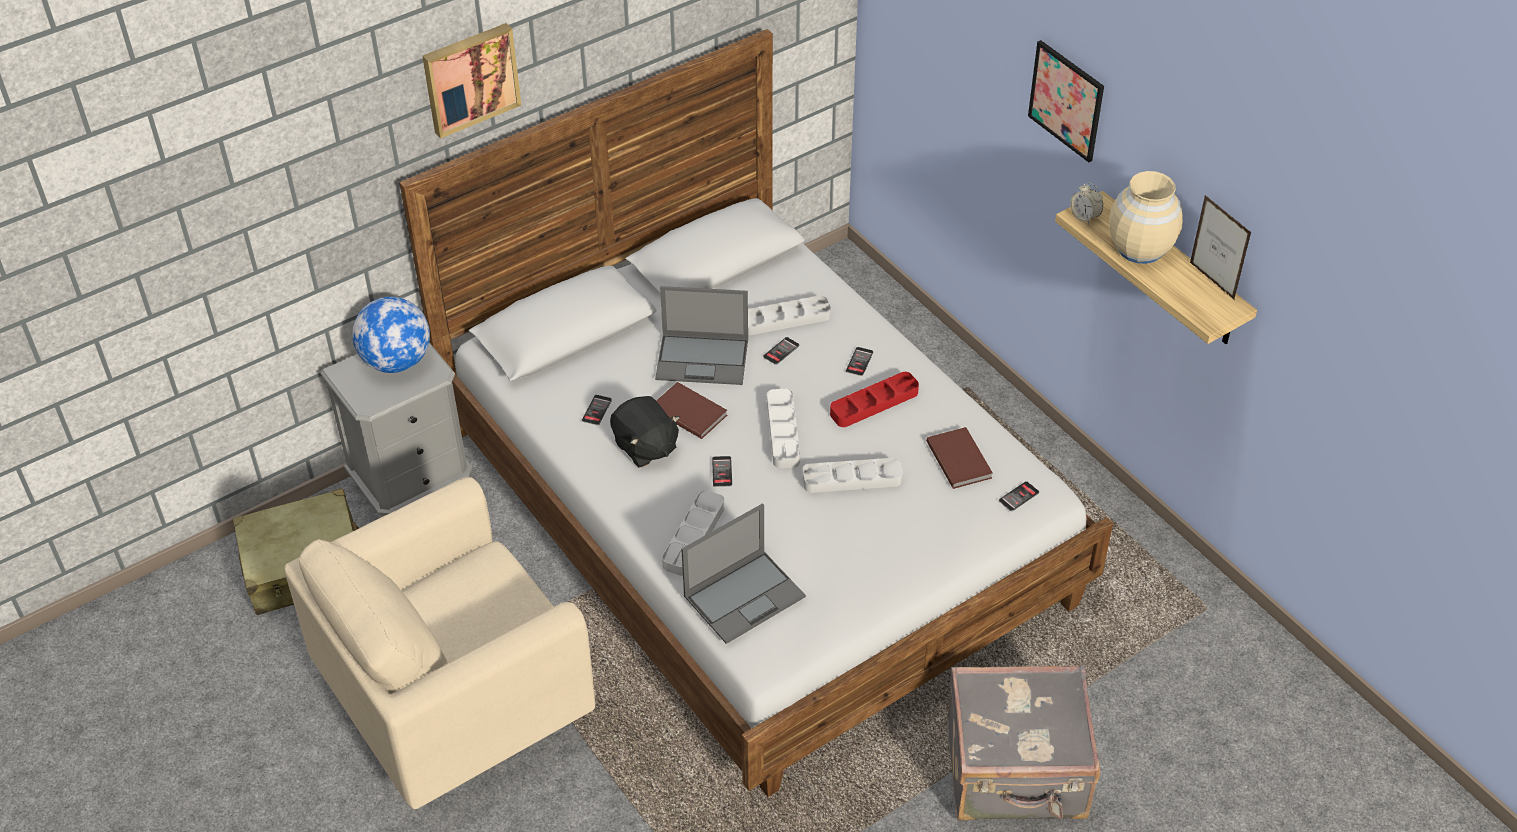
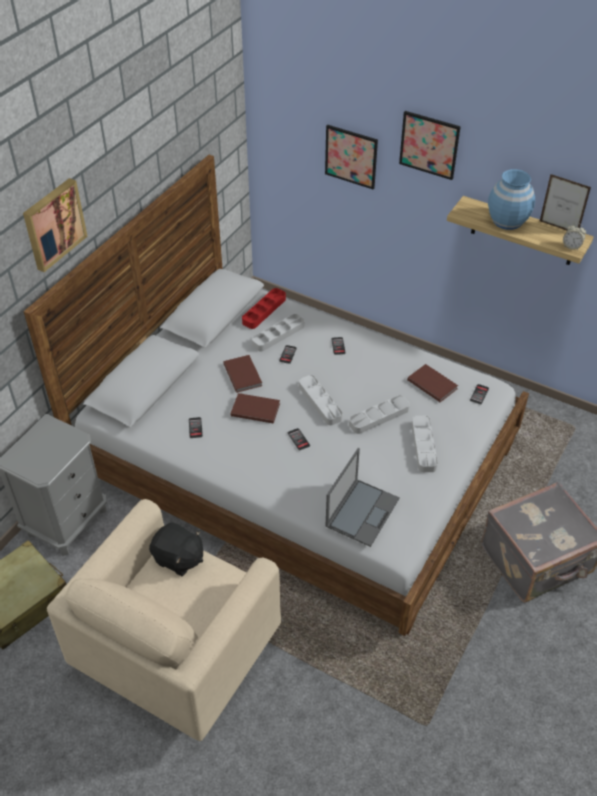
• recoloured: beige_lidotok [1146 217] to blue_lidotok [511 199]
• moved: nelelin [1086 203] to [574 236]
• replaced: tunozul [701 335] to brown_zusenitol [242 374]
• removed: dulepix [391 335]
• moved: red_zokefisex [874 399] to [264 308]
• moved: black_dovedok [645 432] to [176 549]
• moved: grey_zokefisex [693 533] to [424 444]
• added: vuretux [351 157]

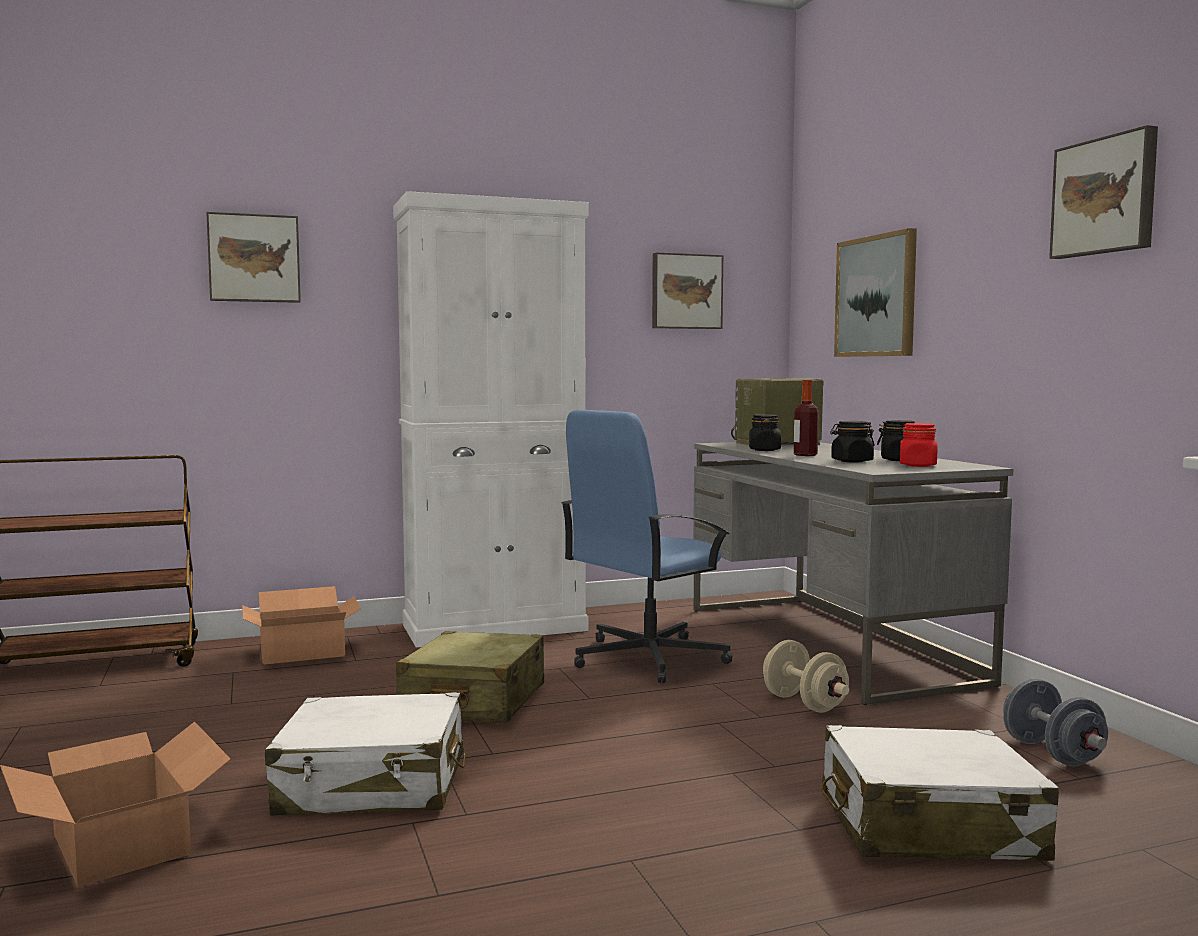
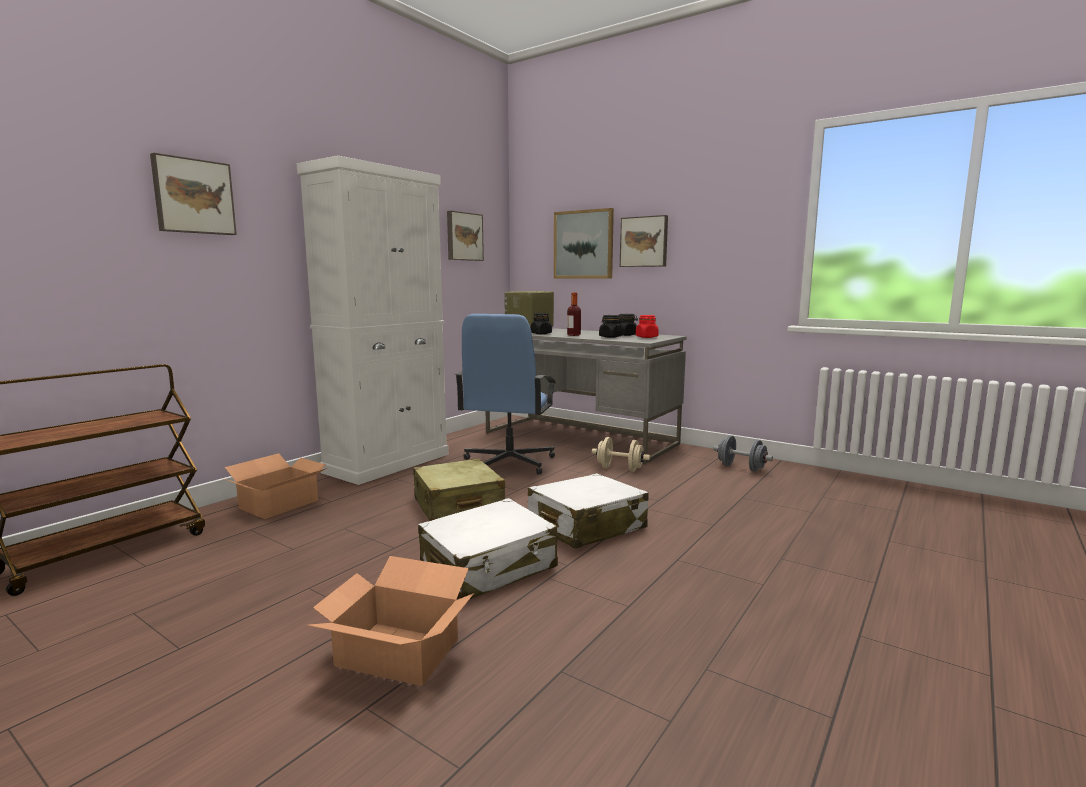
• moved: vuretux [1103 192] to [644 241]
• moved: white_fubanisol [940 793] to [588 511]

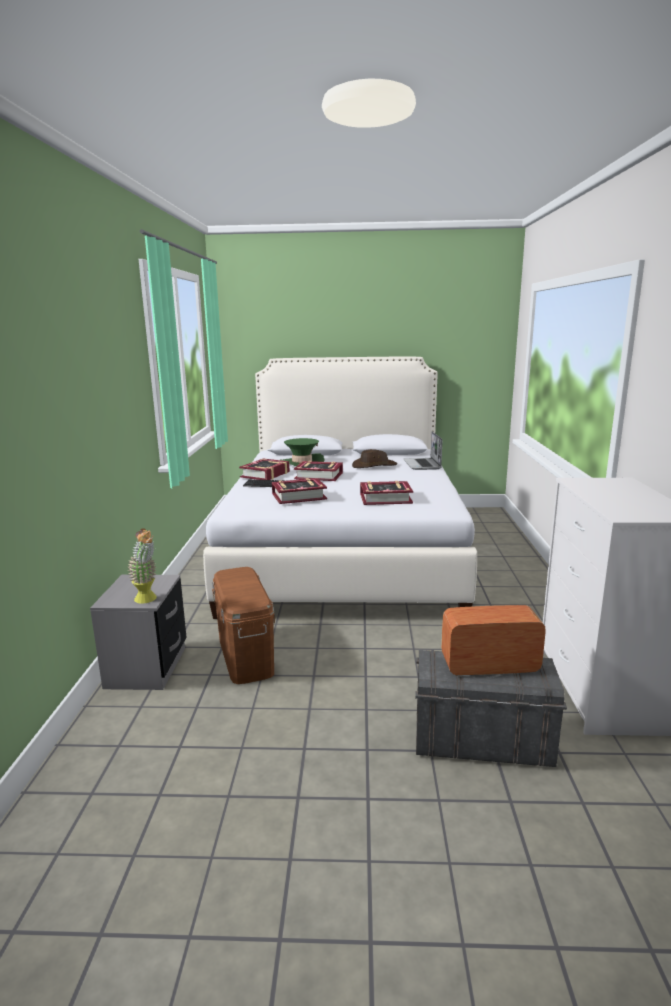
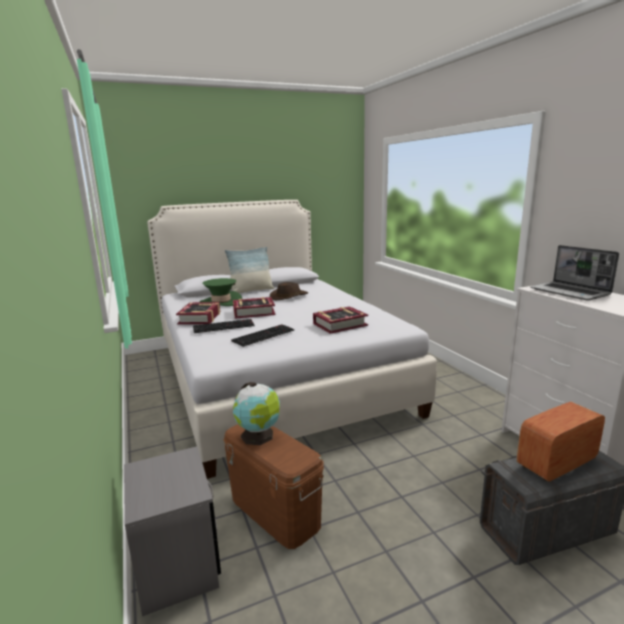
• moved: tunozul [422 451] to [574 273]
• replaced: zusenitol [299 491] to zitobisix [262 335]
• removed: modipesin [142 566]
• added: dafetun [249 270]
• added: dulepix [256 413]

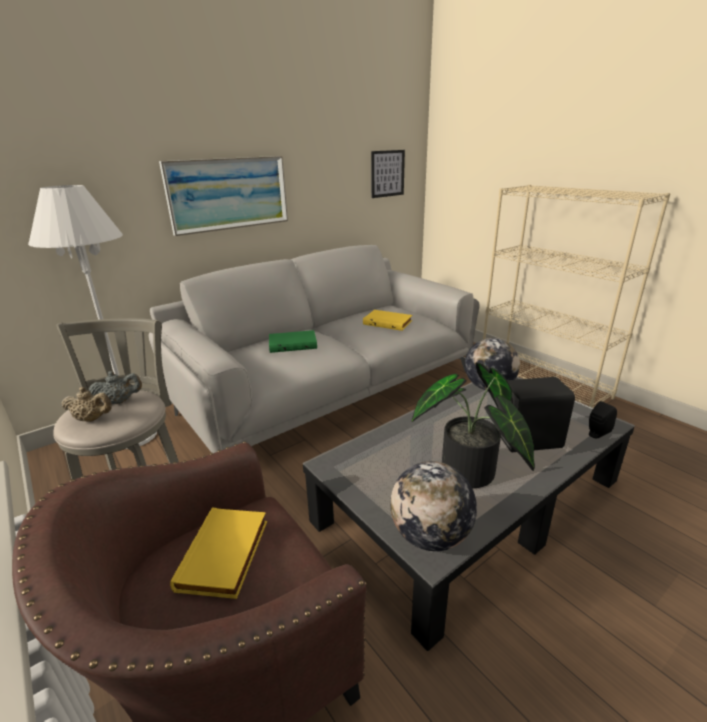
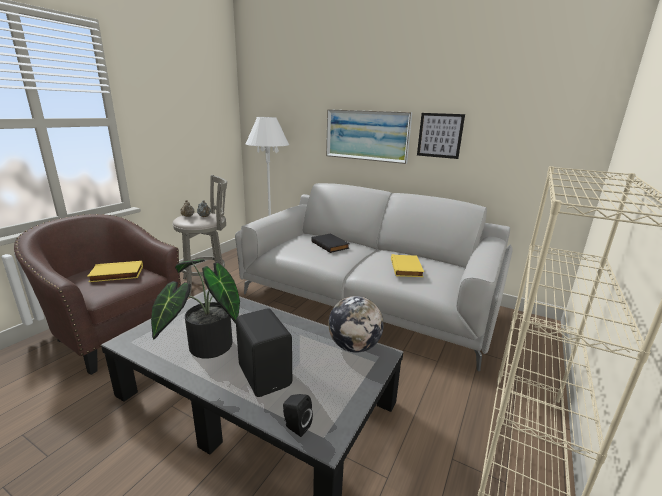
• moved: vuretux [388 174] to [441 136]
• recoloured: green_zusenitol [293 341] to black_zusenitol [330 243]
• removed: dulepix [433 506]

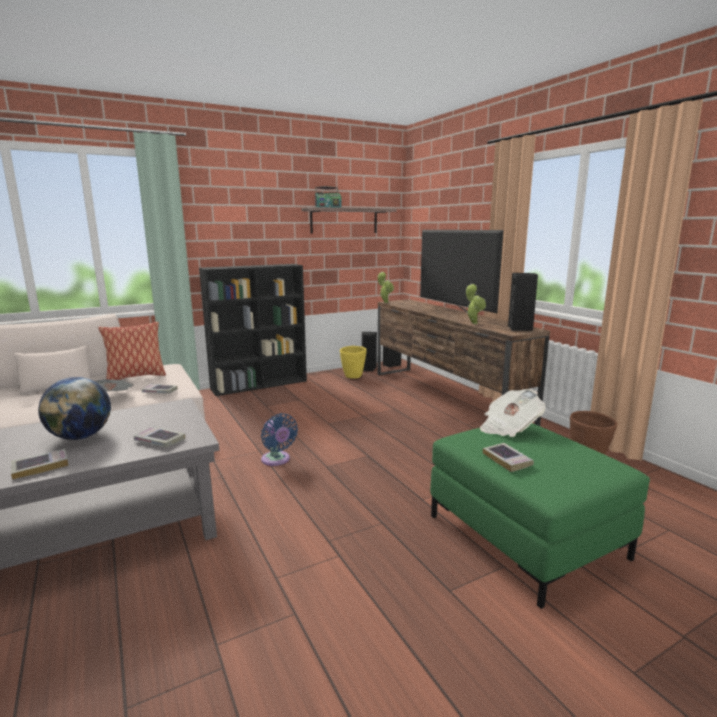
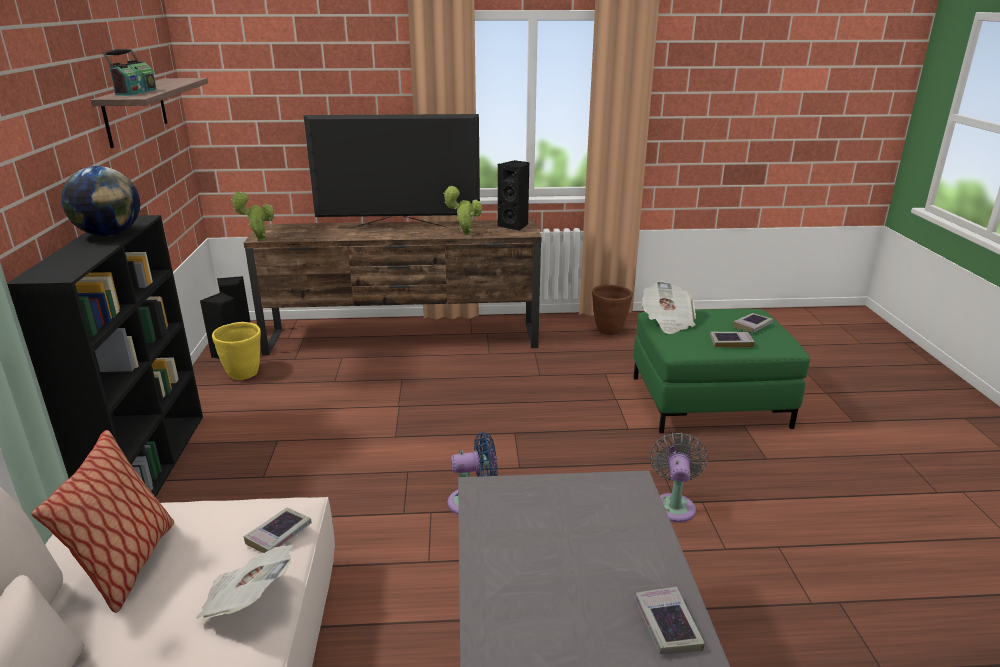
• moved: dulepix [74 408] to [100 201]
• moved: zusenitol [159 436] to [753 323]
• added: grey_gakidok [679 477]

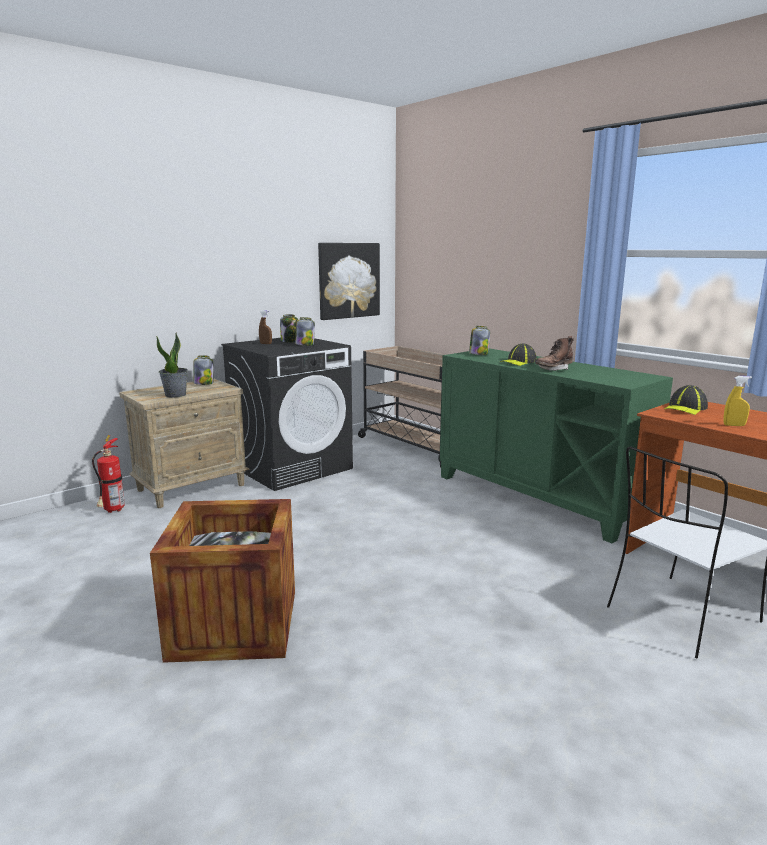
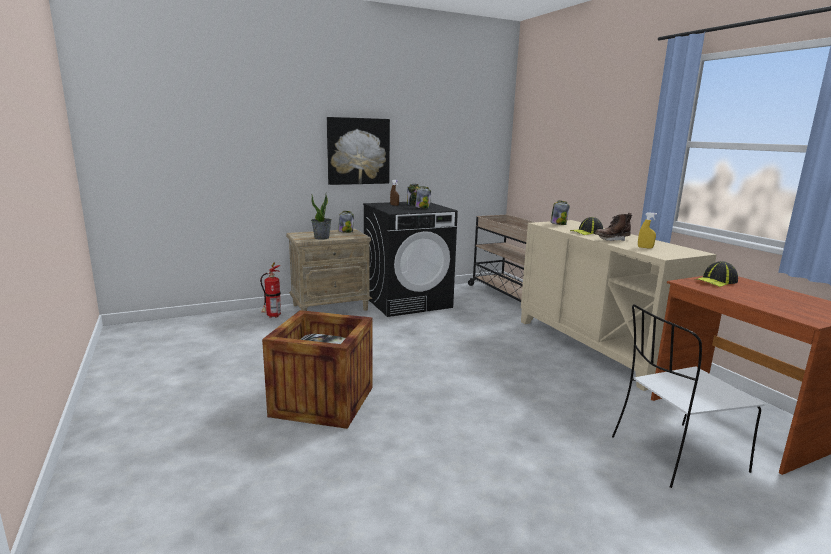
• moved: vuretux [349 281] to [358 151]
• recoloured: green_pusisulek [556 446] to beige_pusisulek [619 305]
• moved: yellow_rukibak [737 401] to [647 230]

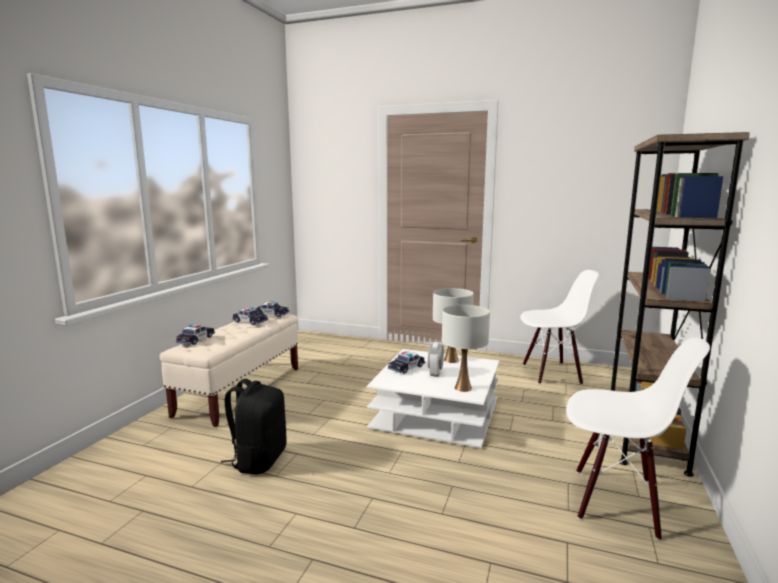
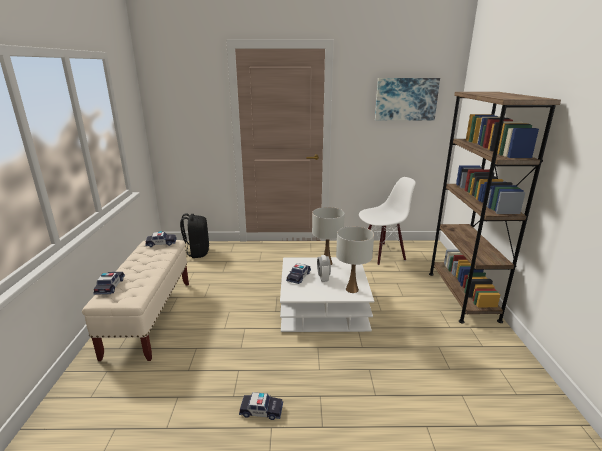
• moved: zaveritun [250 316] to [261 406]
• removed: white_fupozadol [638 438]
• moved: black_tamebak [254 426] to [194 235]
• added: vuretux [407 99]

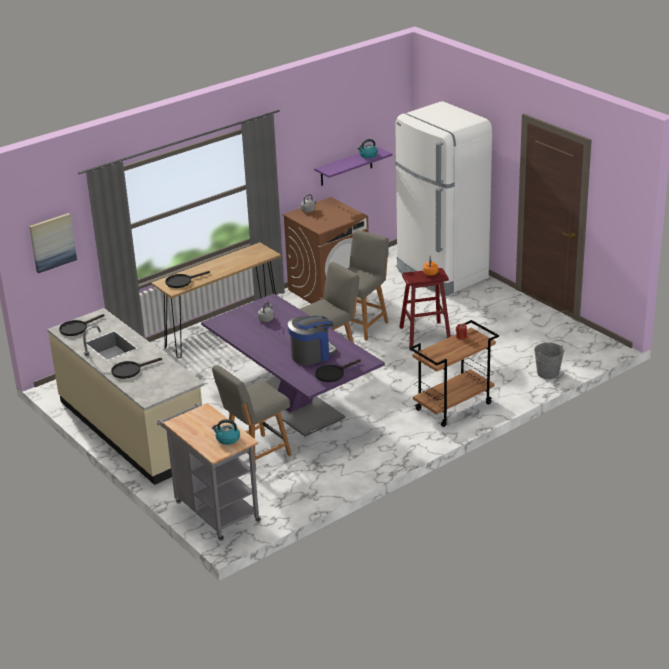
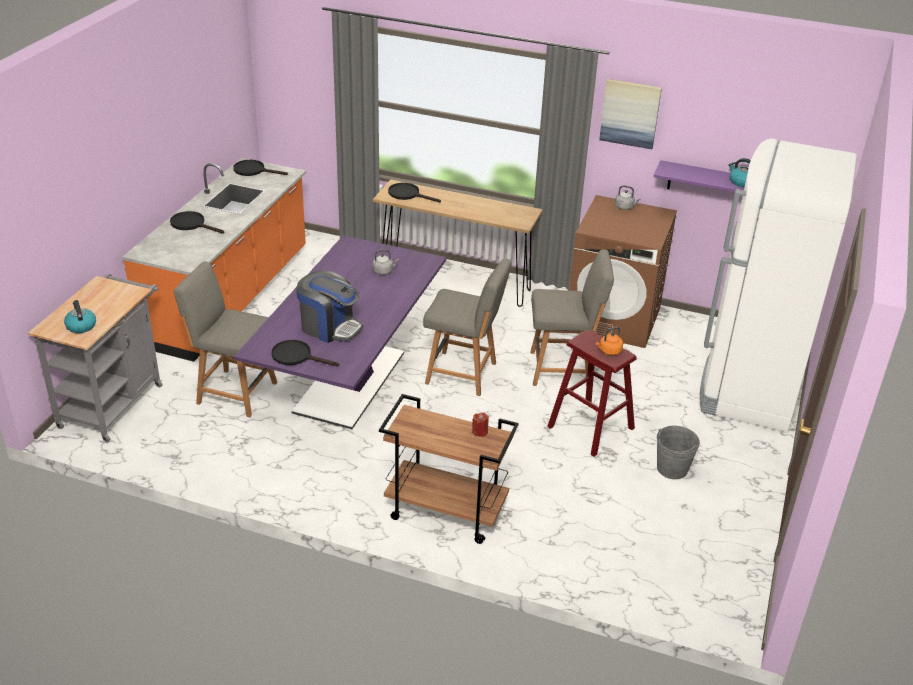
• moved: vuretux [53 243] to [630 114]
• recoloured: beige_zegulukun [125 396] to orange_zegulukun [214 260]
• moved: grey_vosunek [549 361] to [678 452]

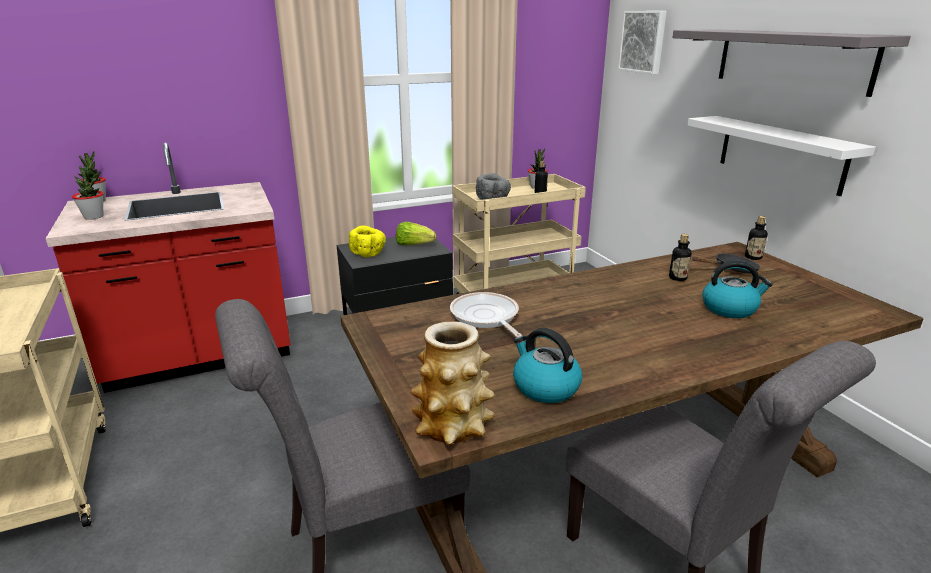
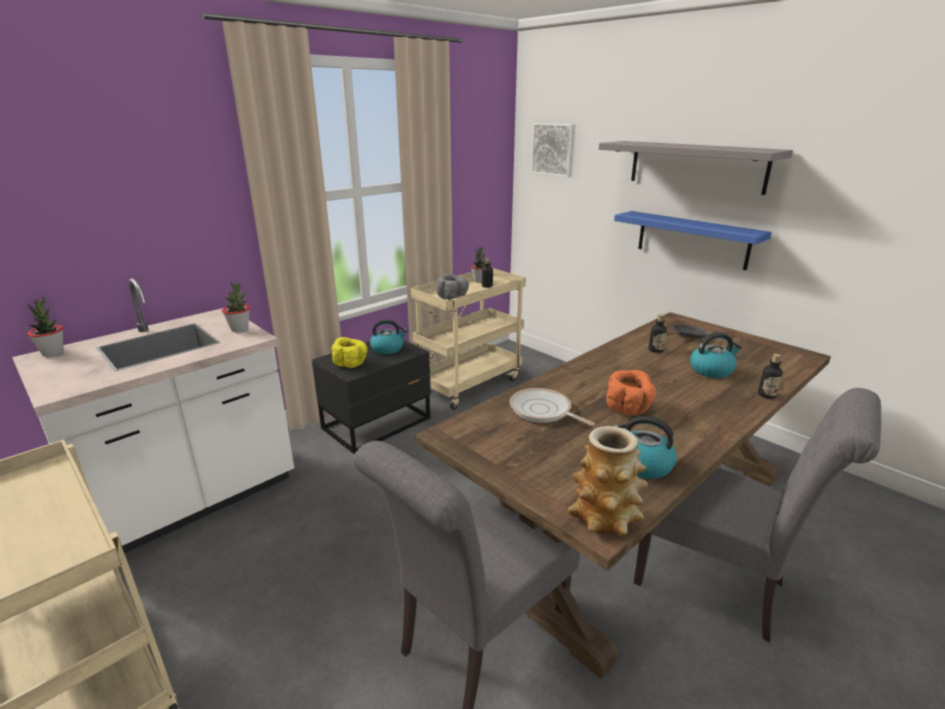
• recoloured: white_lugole [781 156] to blue_lugole [693 240]
• recoloured: red_zegulukun [168 268] to white_zegulukun [153 415]
• moved: modipesin [87 193] to [236 307]
• moved: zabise [756 238] to [770 376]
• replaced: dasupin [416 233] to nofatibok [389 336]
• added: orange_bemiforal [631 392]

